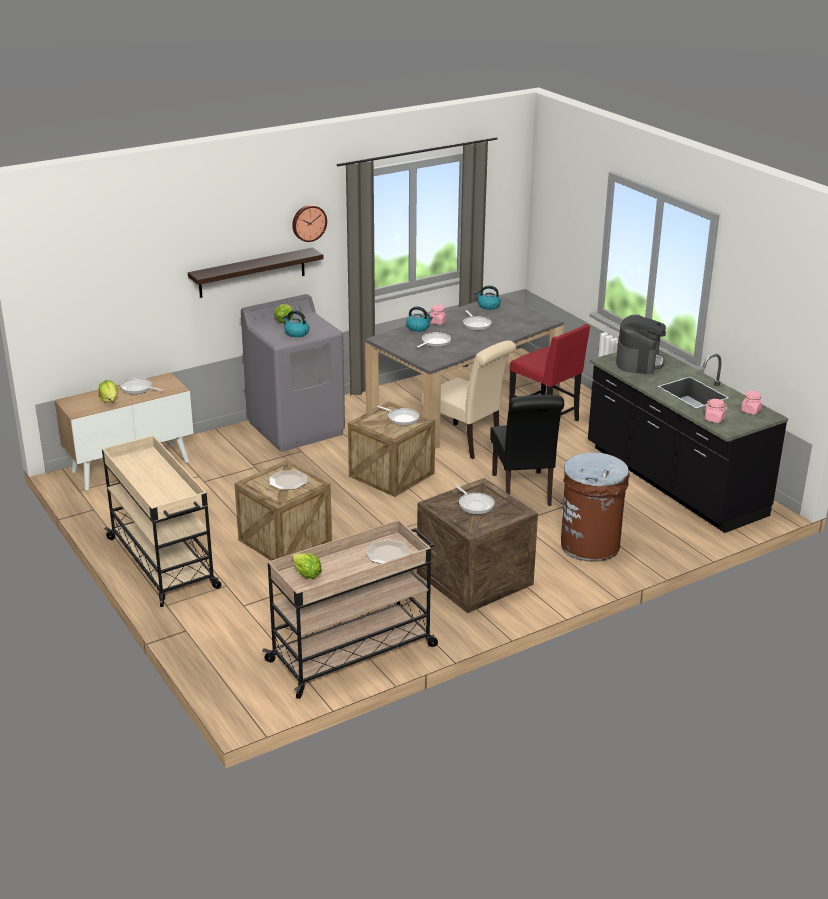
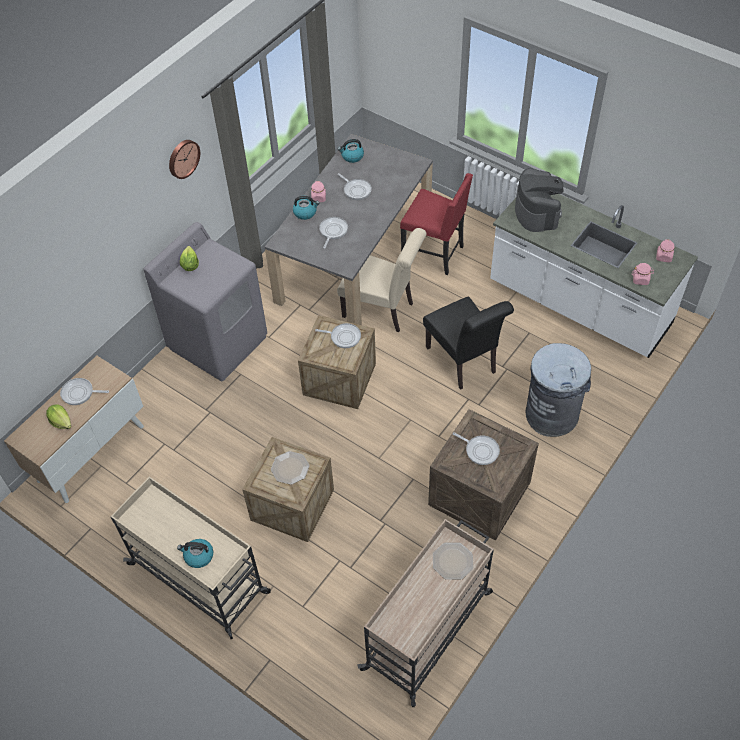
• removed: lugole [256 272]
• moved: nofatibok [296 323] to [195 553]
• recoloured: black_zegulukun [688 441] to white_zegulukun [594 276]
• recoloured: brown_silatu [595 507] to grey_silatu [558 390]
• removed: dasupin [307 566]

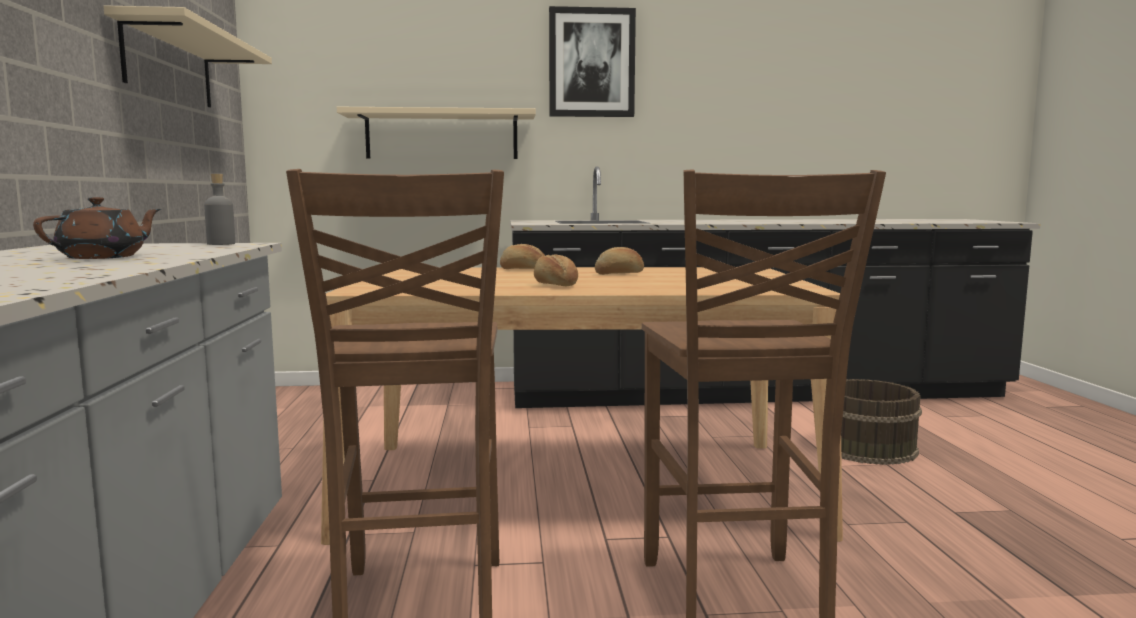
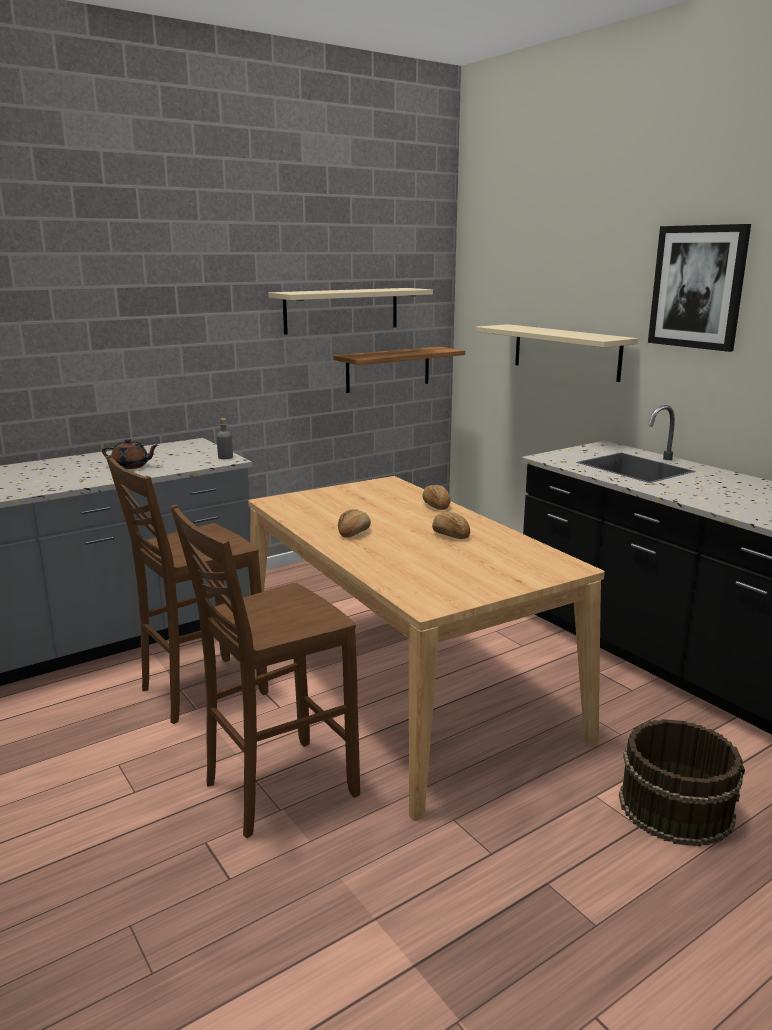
• added: lugole [399 369]

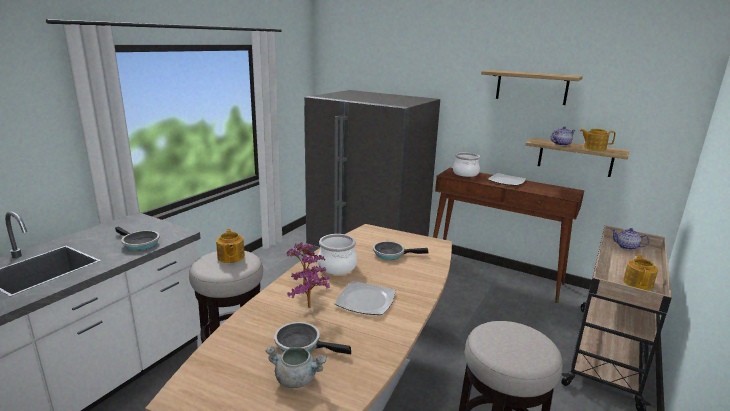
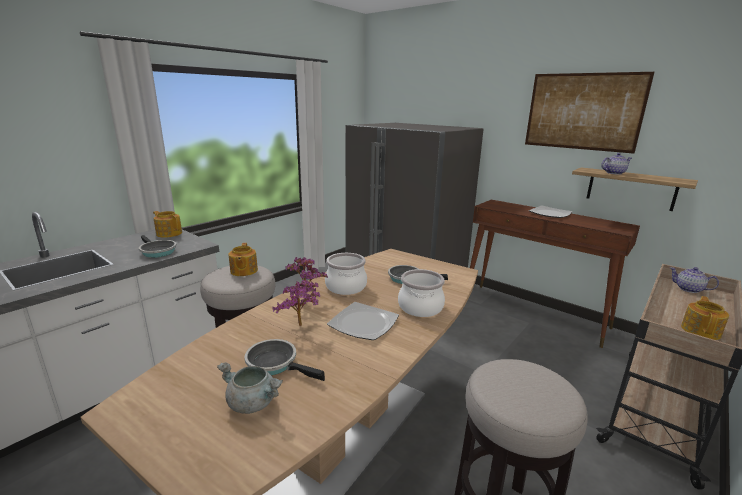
• replaced: lugole [532 87] to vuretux [589 113]
• moved: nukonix [598 140] to [167 224]
• moved: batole [466 165] to [421 293]

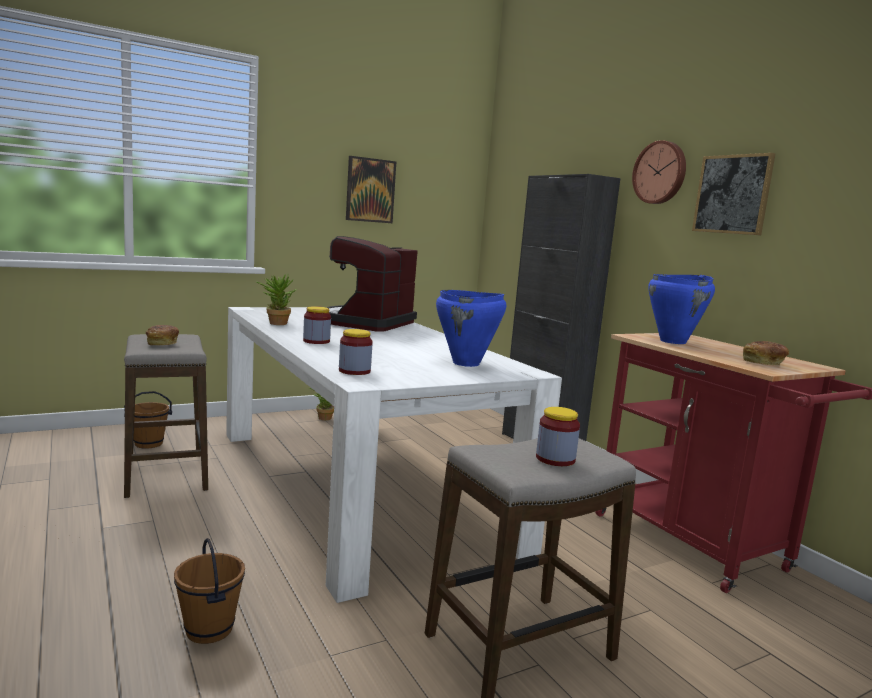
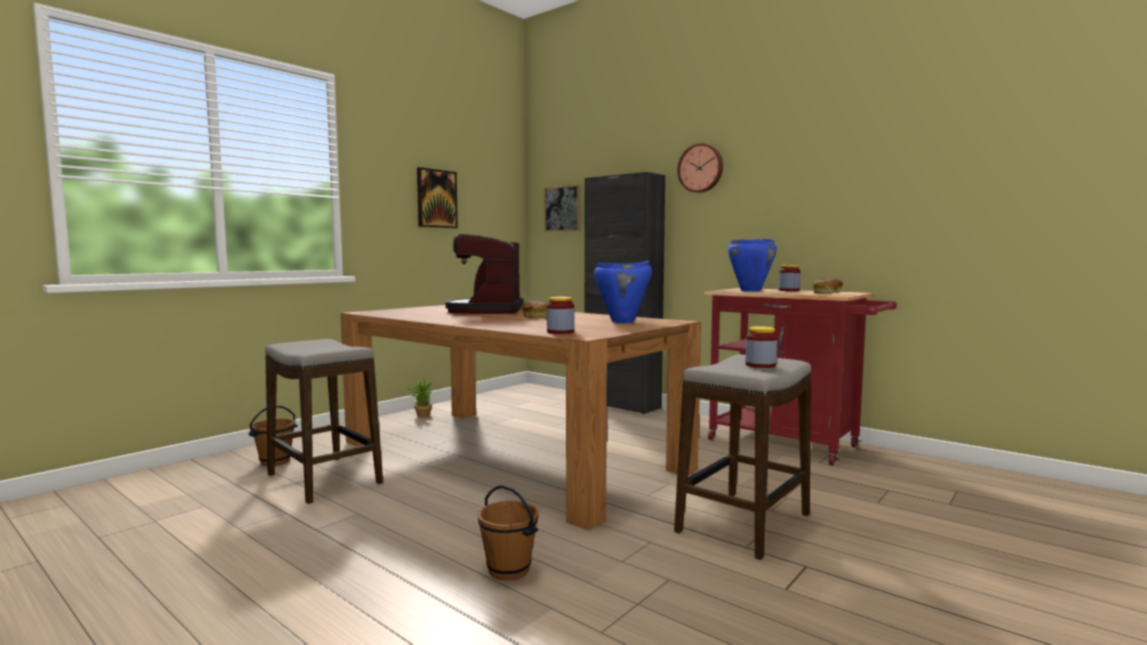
• moved: vuretux [734 194] to [563 208]
• removed: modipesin [276 299]
• moved: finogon [317 325] to [790 278]
• recoloured: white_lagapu [394 455] to brown_lagapu [521 417]
• moved: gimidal [162 335] to [534 309]

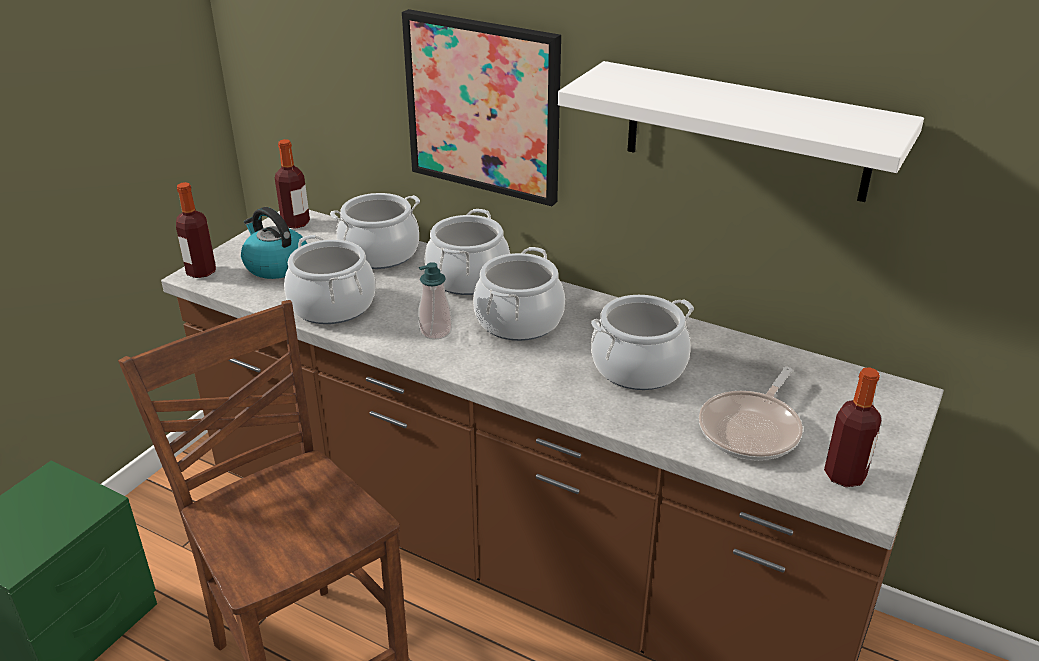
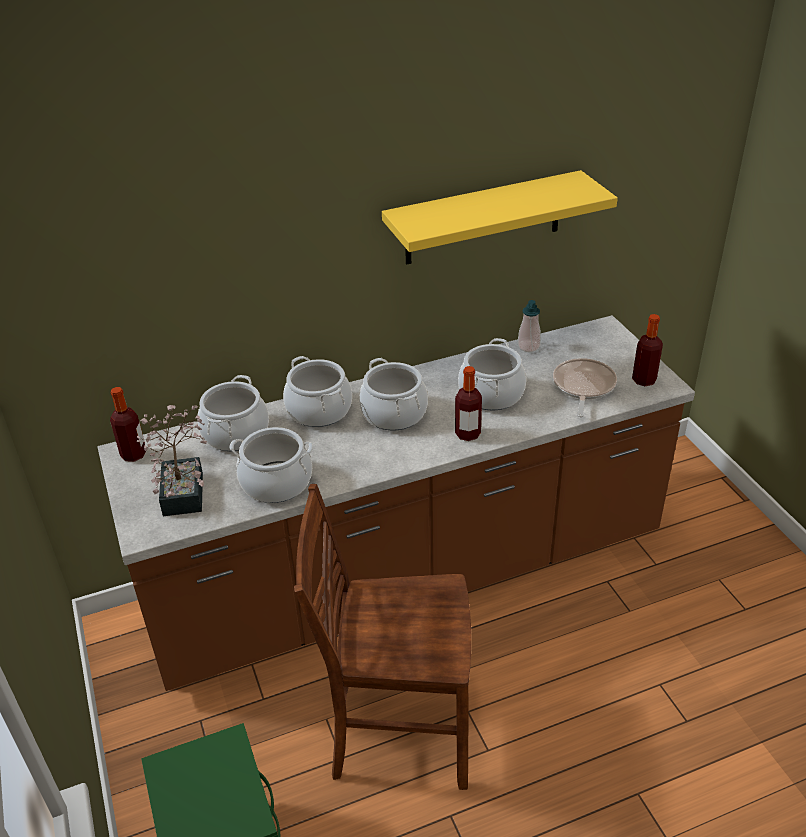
• removed: vuretux [481 107]
• recoloured: white_lugole [741 131] to yellow_lugole [500 217]
• moved: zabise [196 230] to [468 403]
• replaced: nofatibok [274 243] to modipesin [171 460]
• moved: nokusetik [435 301] to [529 326]
• turned: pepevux [751 413] = [585 387] 150 degrees counterclockwise

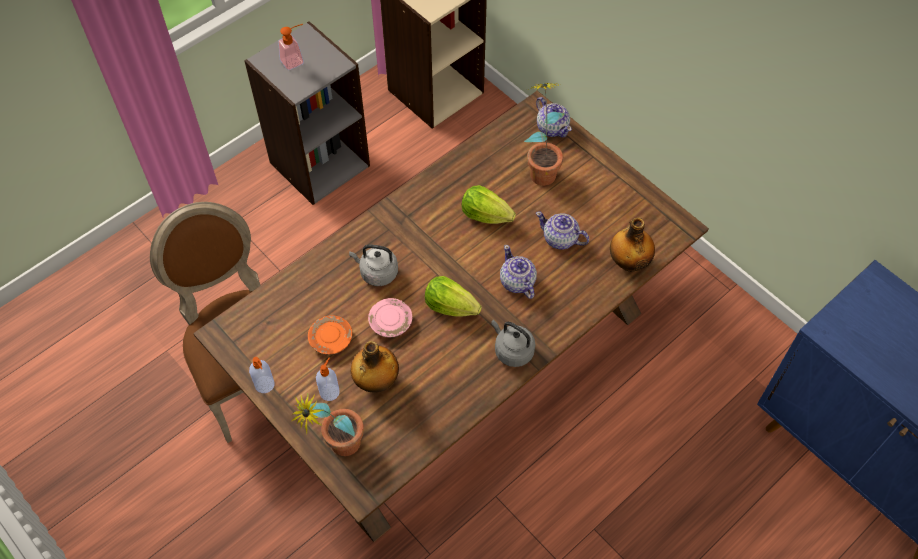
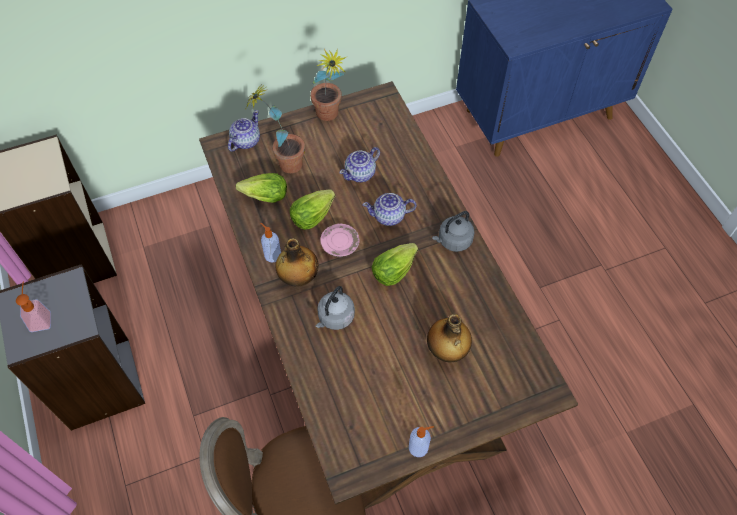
• turned: nukonix [554 117] = [244 131] 45 degrees counterclockwise
• moved: zabise [632 244] to [297 262]
• moved: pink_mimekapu [390 318] to [340 240]
• removed: orange_mimekapu [330 335]
• moved: nokusetik [328 379] to [270 243]
• moved: modipesin [328 424] to [329 85]
• added: dasupin [261 188]

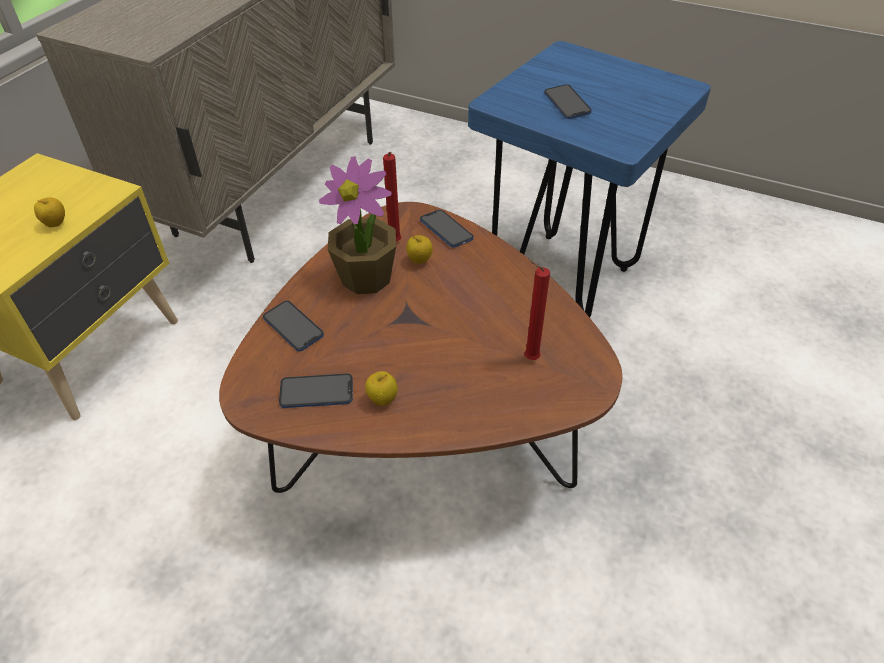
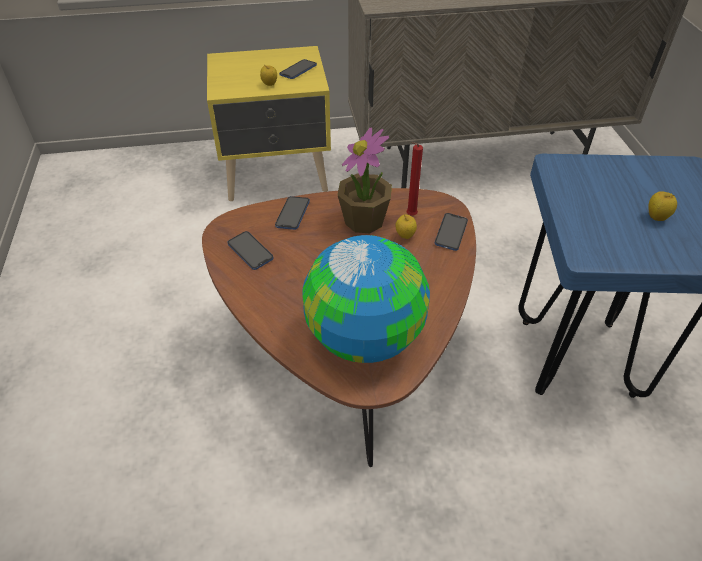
• moved: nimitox [568 101] to [298 69]
• replaced: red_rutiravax [537 309] to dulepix [366 299]
• moved: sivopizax [381 388] to [662 206]

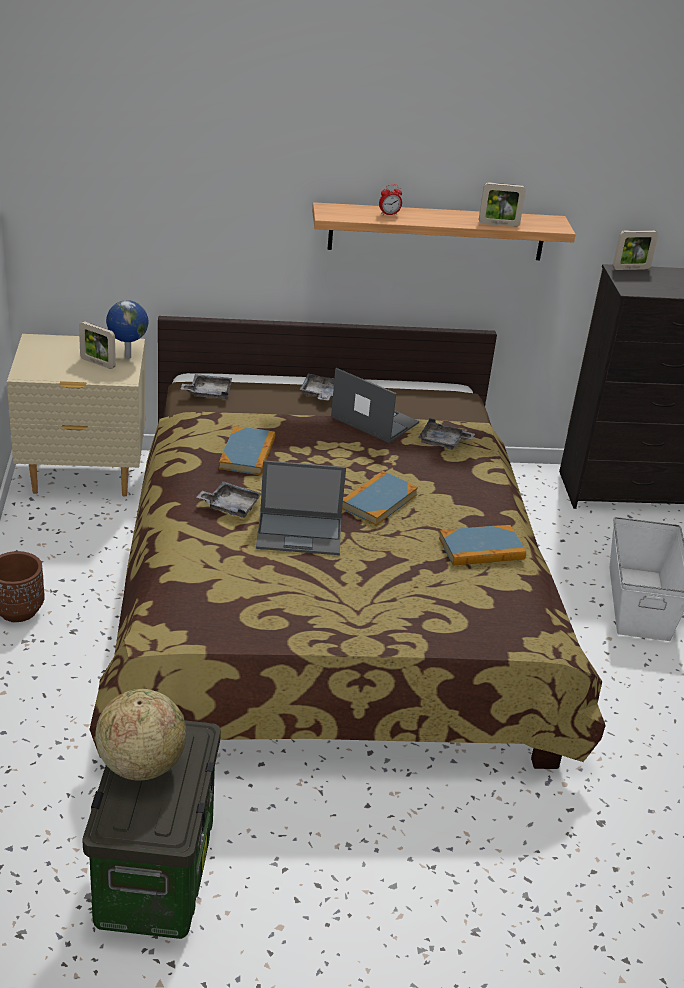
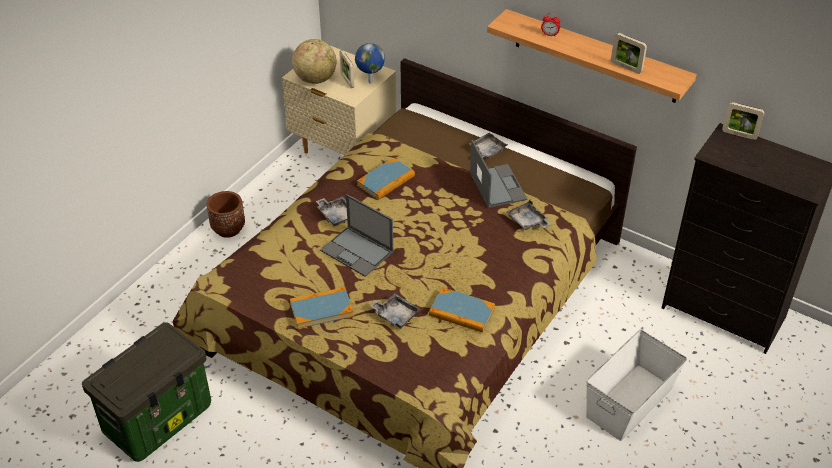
• moved: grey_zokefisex [206 386] to [395 311]
• moved: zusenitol [380 498] to [322 308]
• moved: dulepix [140 735] to [314 61]

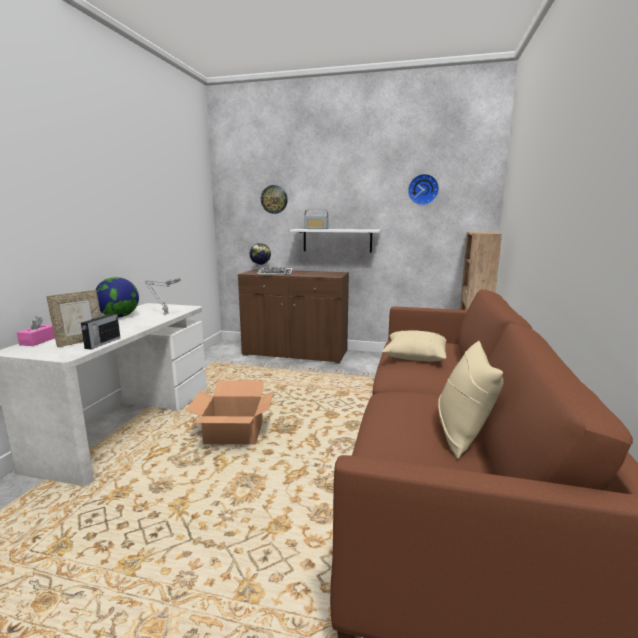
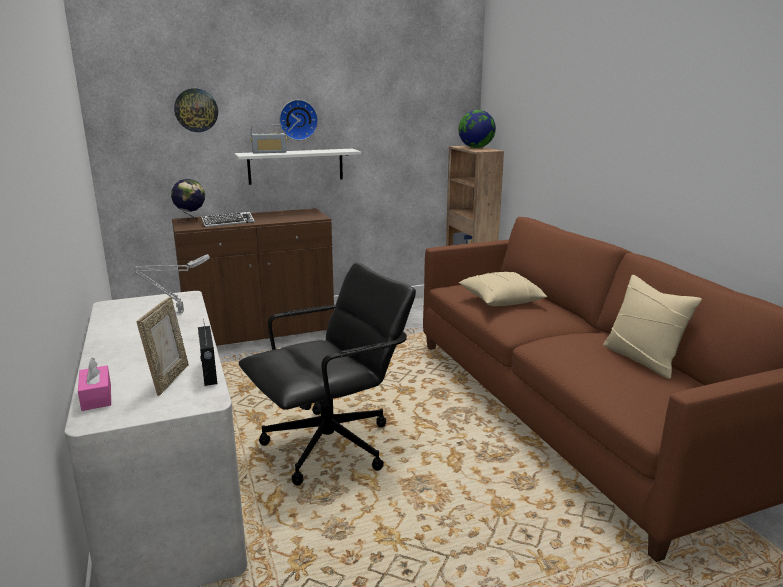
• moved: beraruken [423 189] to [298 120]
• moved: dulepix [117 297] to [477 129]
• replaced: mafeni [230 412] to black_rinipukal [327 374]

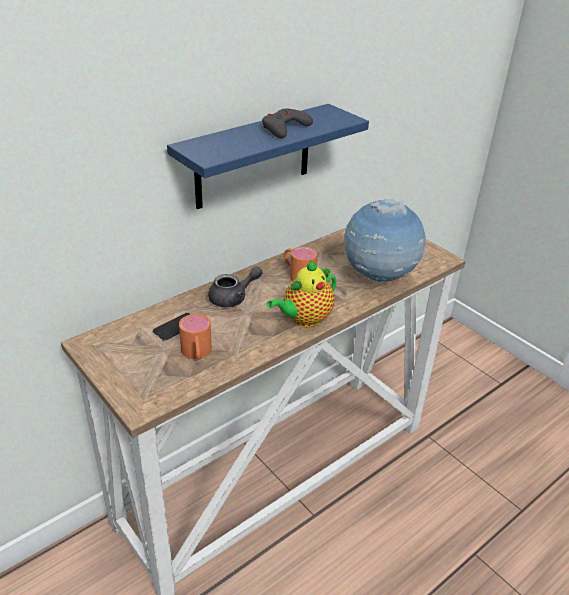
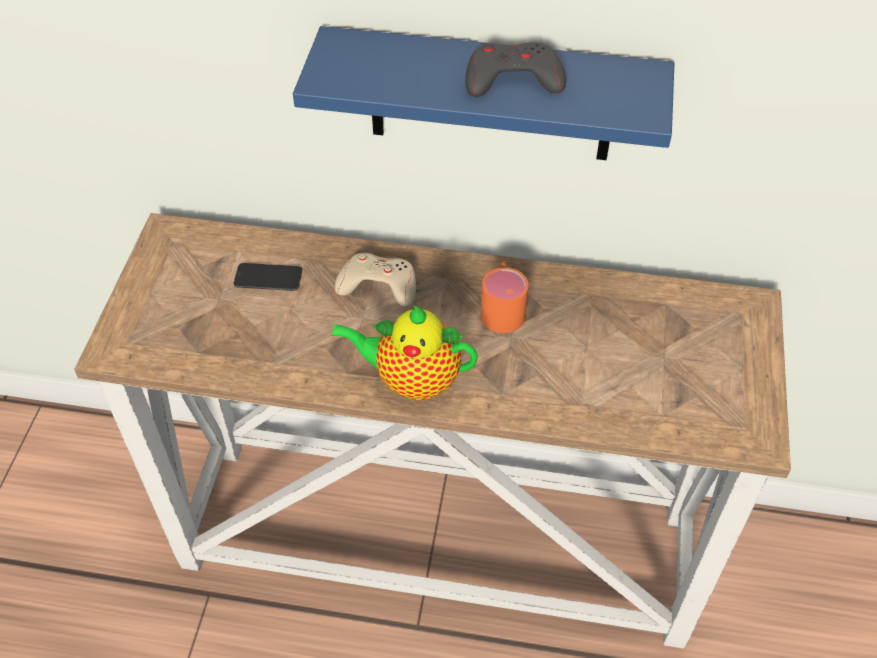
• removed: dulepix [385 240]
• replaced: grey_nukonix [235 286] to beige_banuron [375 279]
• removed: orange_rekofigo [195 337]

